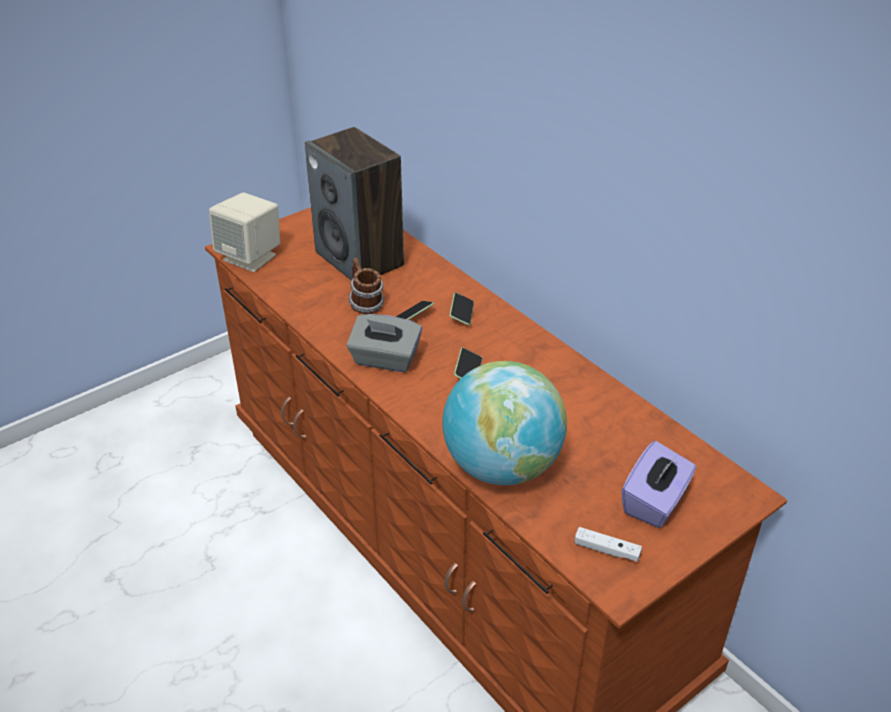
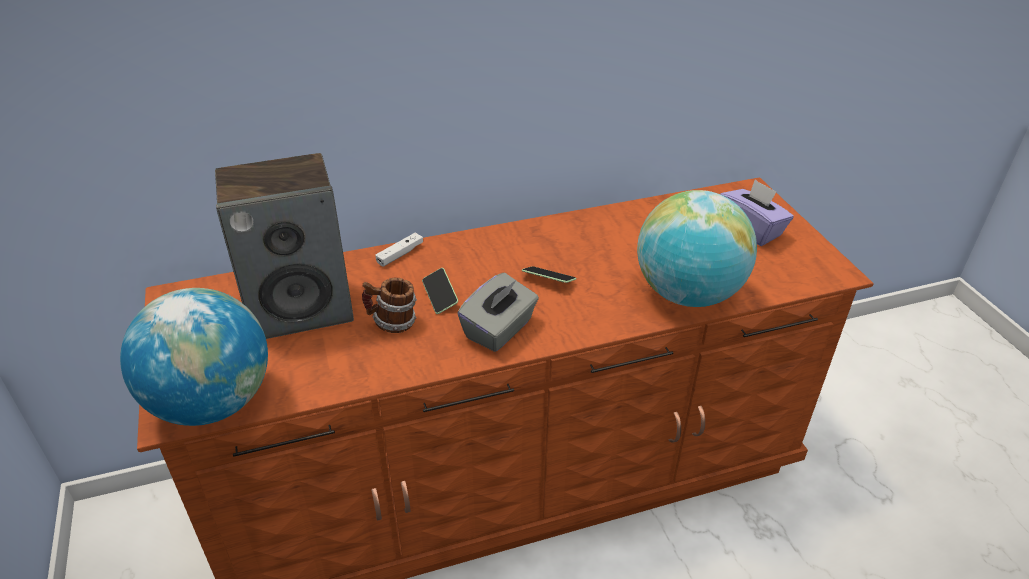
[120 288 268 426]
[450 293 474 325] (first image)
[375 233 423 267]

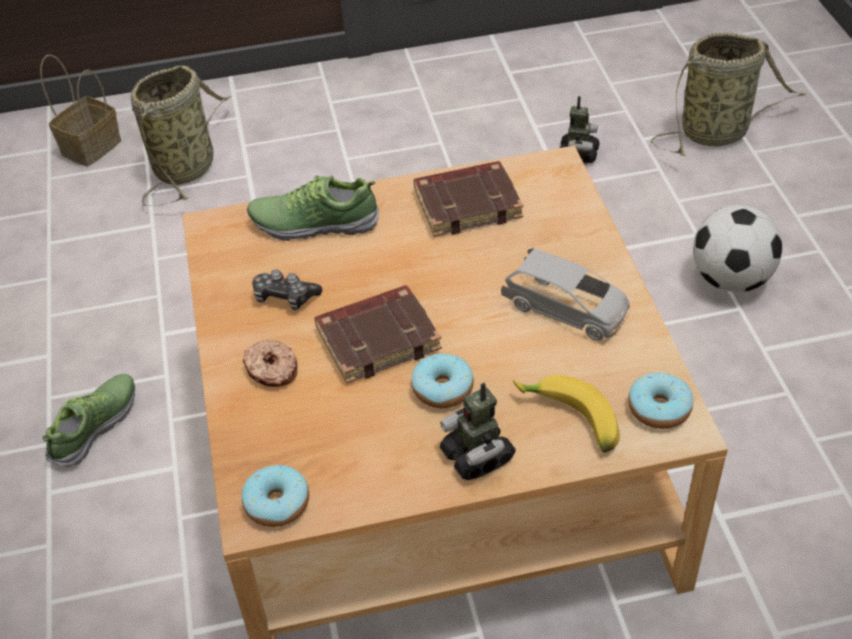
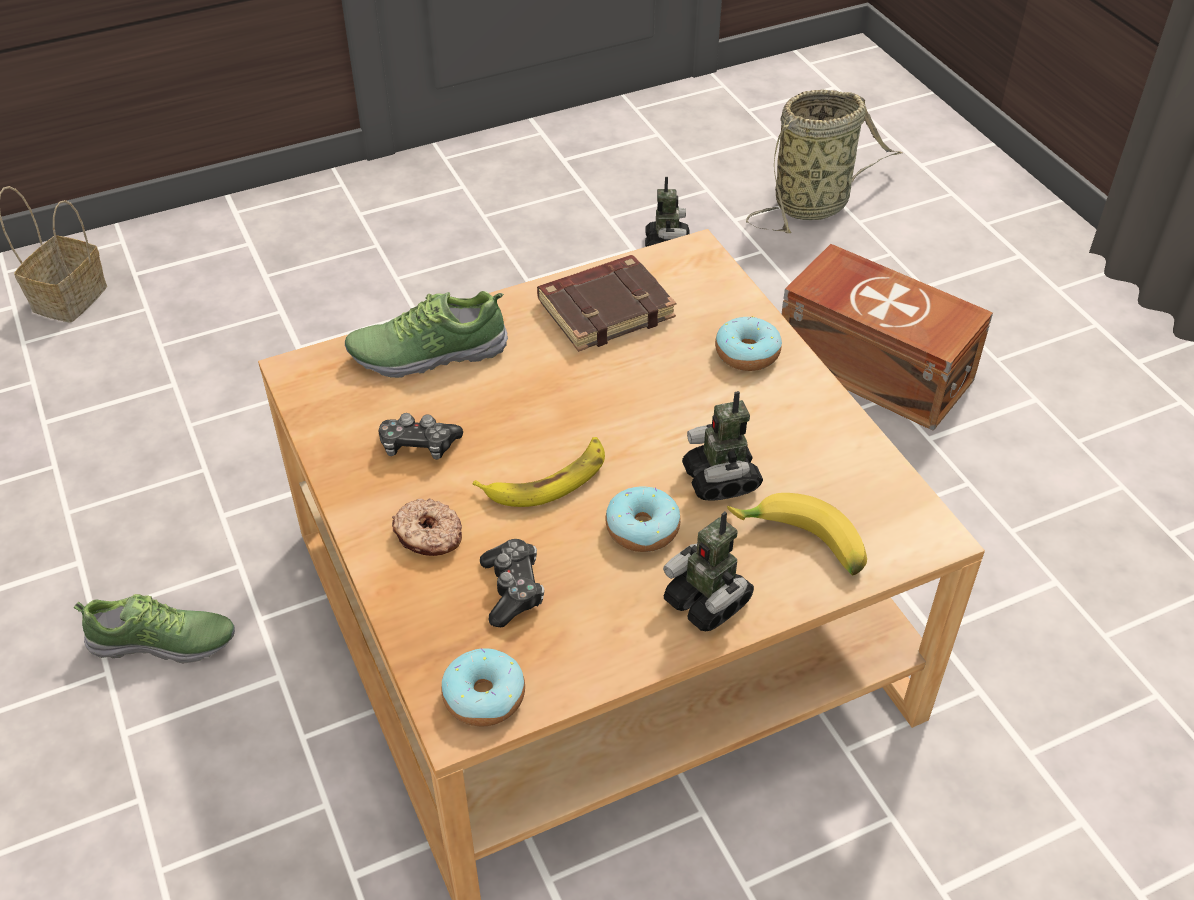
[131 65 232 206] (first image)
[782 244 993 431]
[501 248 630 341] (first image)
[473 437 605 507]
[715 316 782 371]
[73 594 235 663]
[682 391 763 501]
[480 539 544 627]

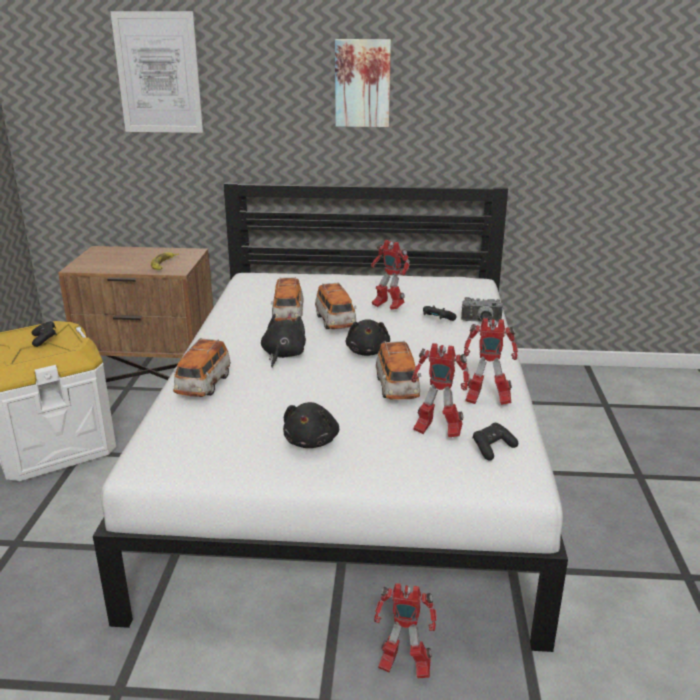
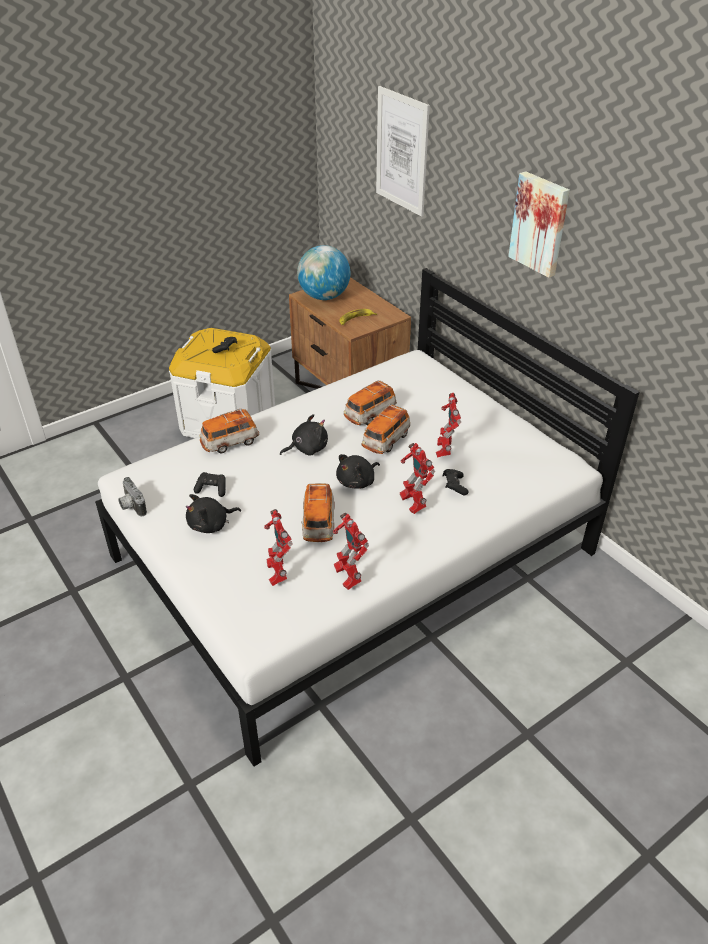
[118 477 147 516]
[301 484 335 542]
[194 472 226 497]
[400 443 435 514]
[297 245 350 300]

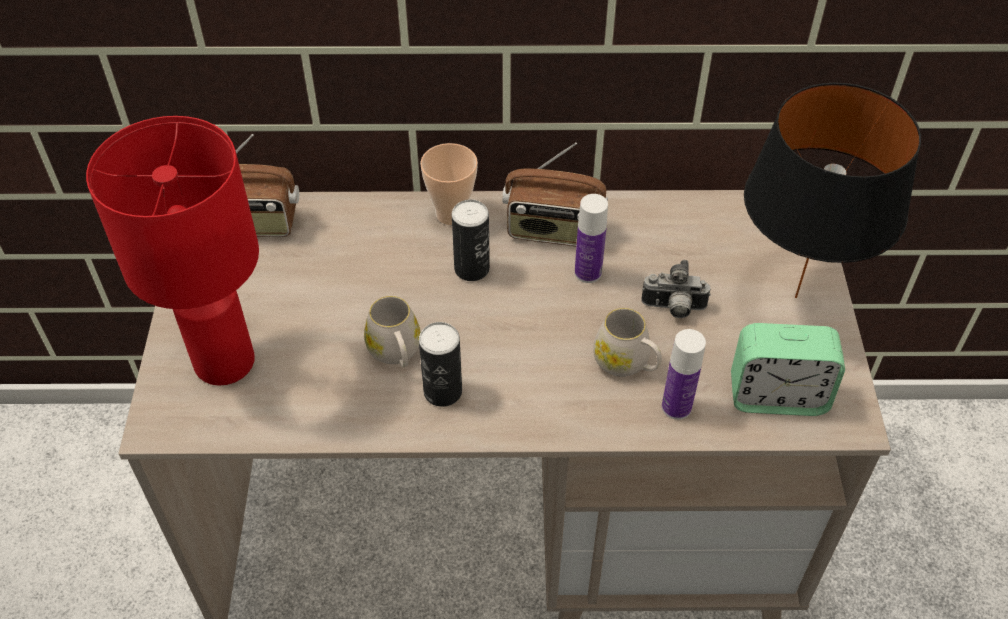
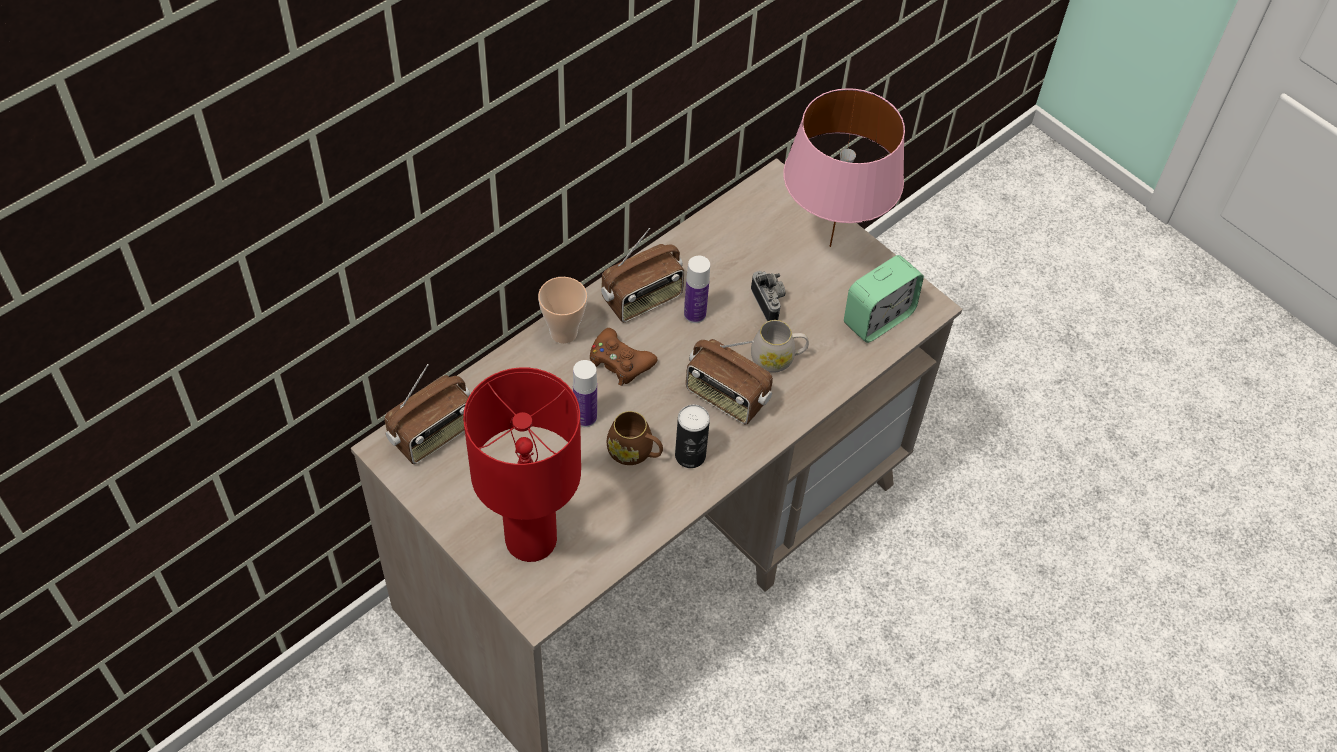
[783 88 905 247]
[590 328 658 386]
[751 271 785 321]
[607 411 663 465]
[573 360 597 427]
[686 339 773 424]

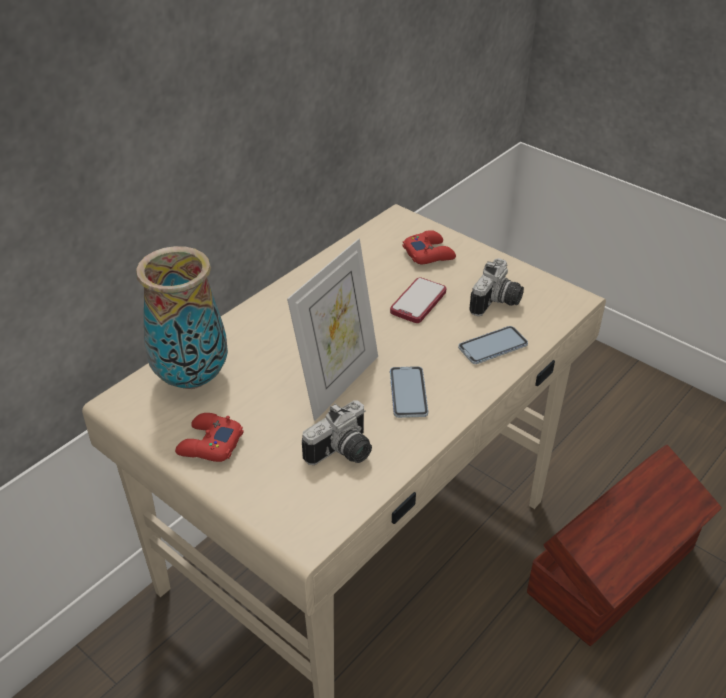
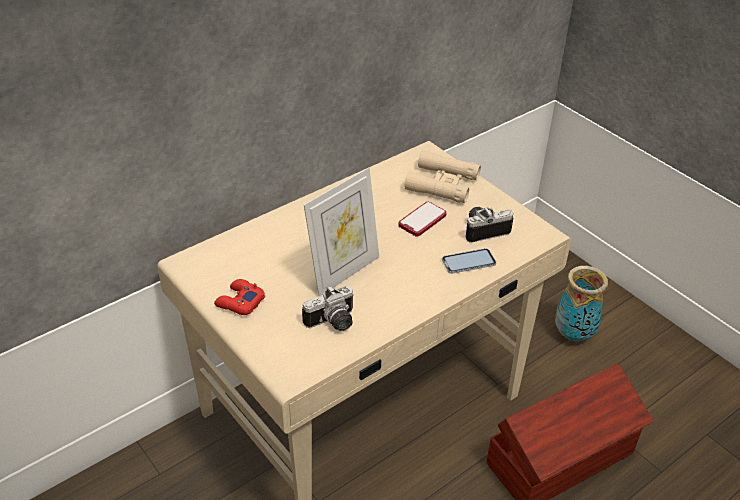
[404 150 481 203]
[555 266 608 341]
[466 207 513 243]
[390 366 428 418] (first image)

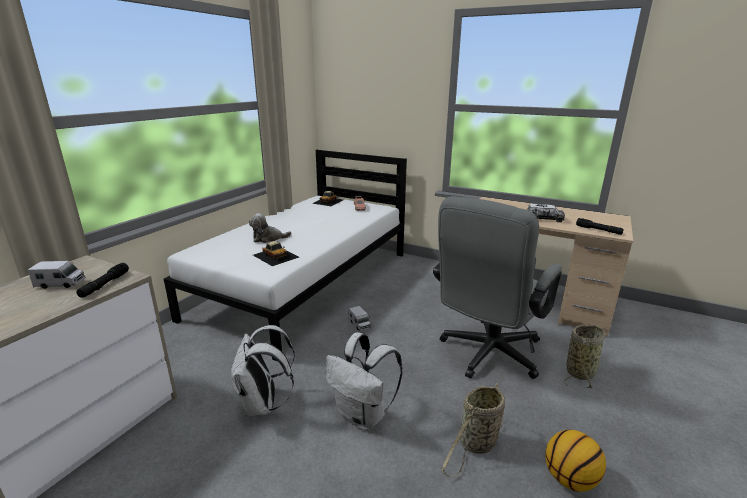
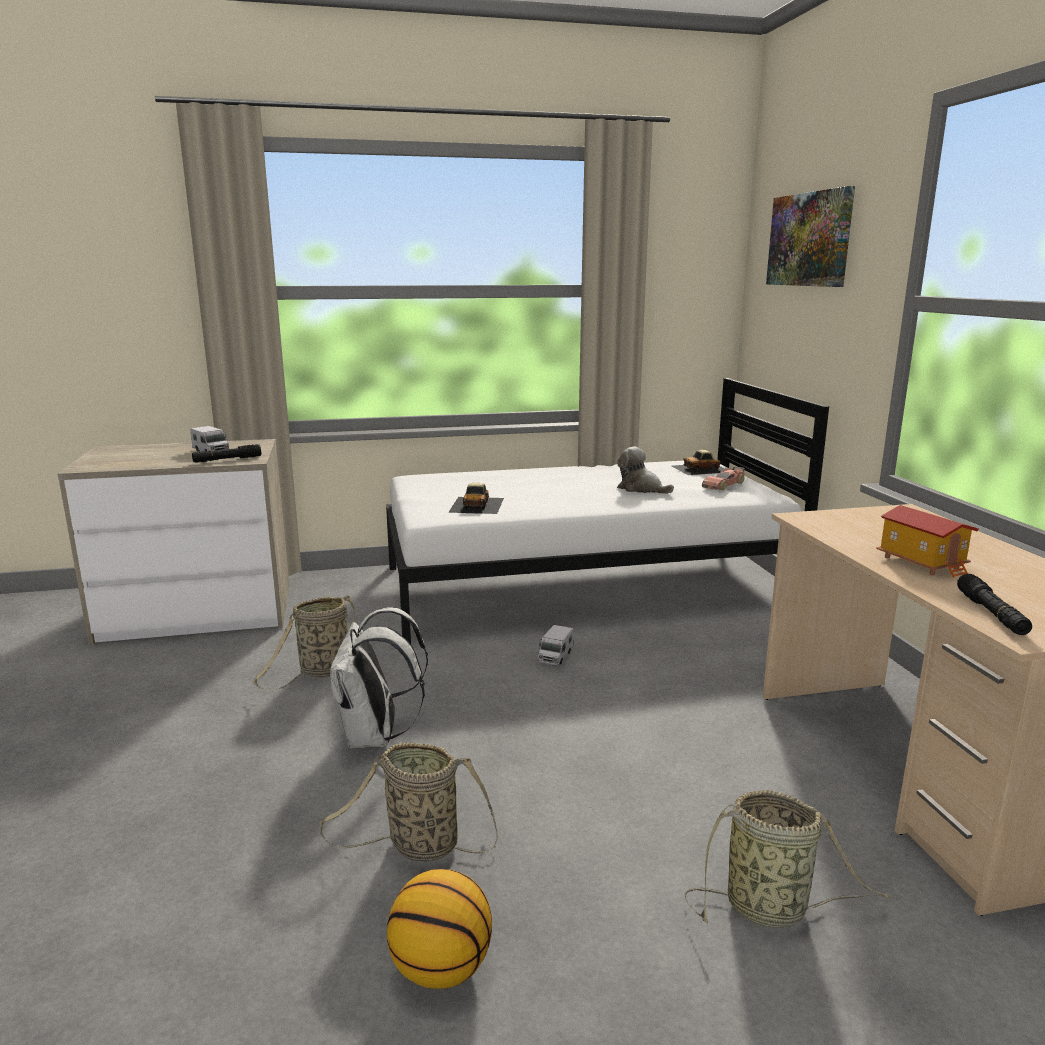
[433 196 562 379] (first image)
[876 505 979 578]
[617 447 674 494]
[253 595 355 691]
[766 186 855 287]

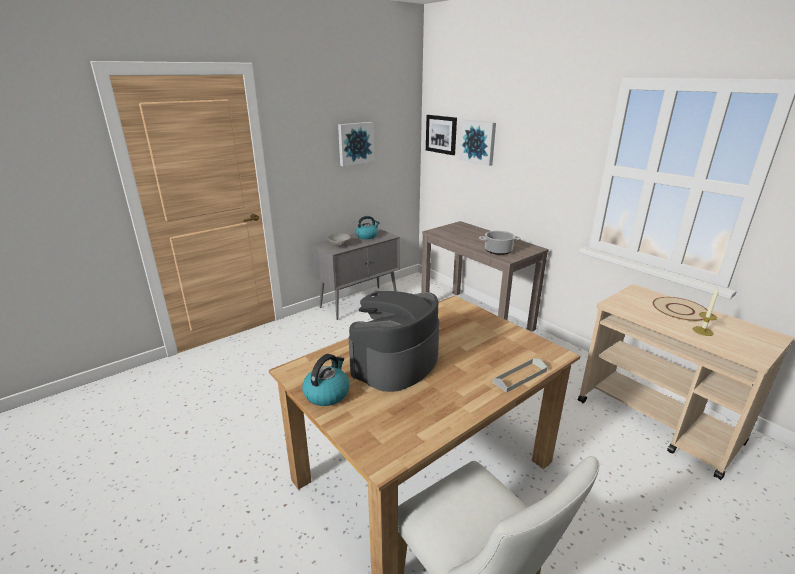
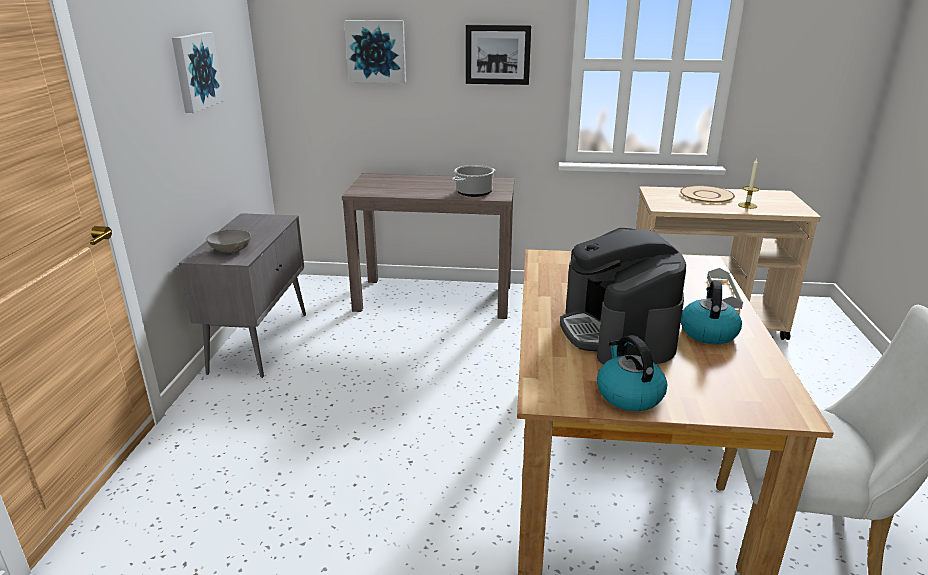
[466 25 531 85]
[681 281 742 344]

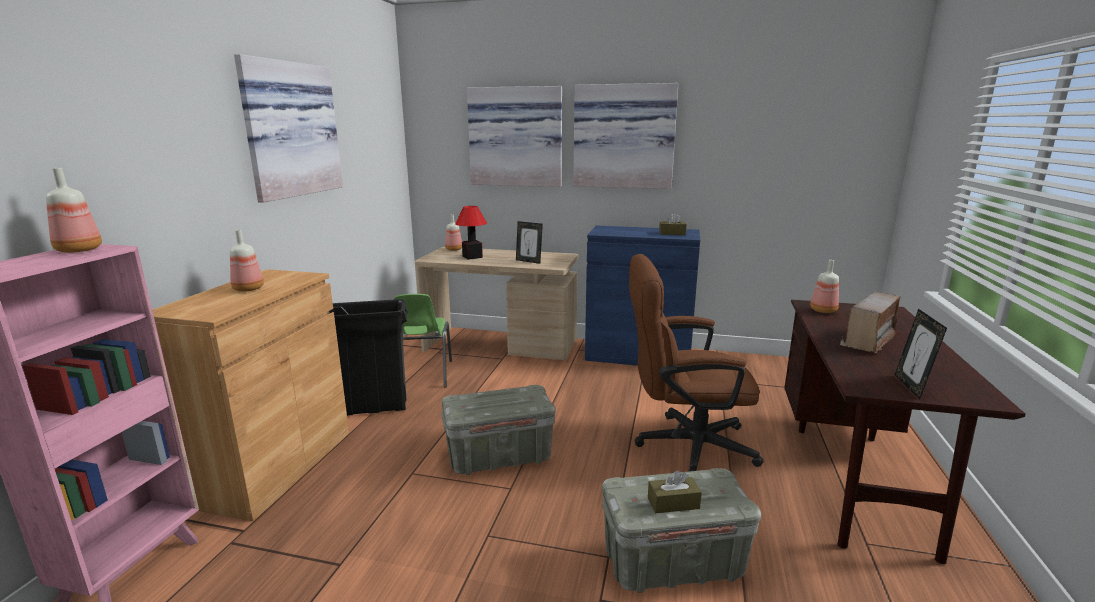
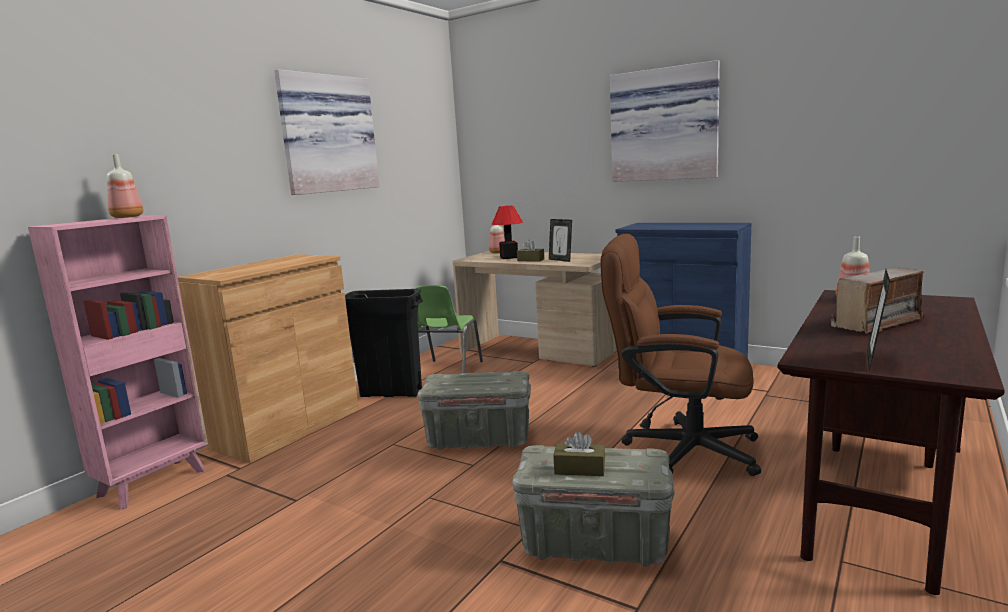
[467 86 562 187] (first image)
[517 240 544 262]
[230 230 264 292] (first image)

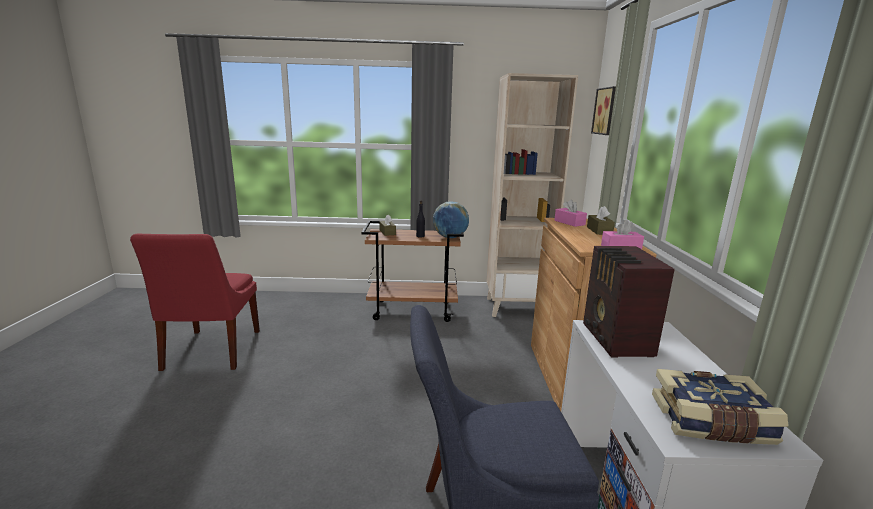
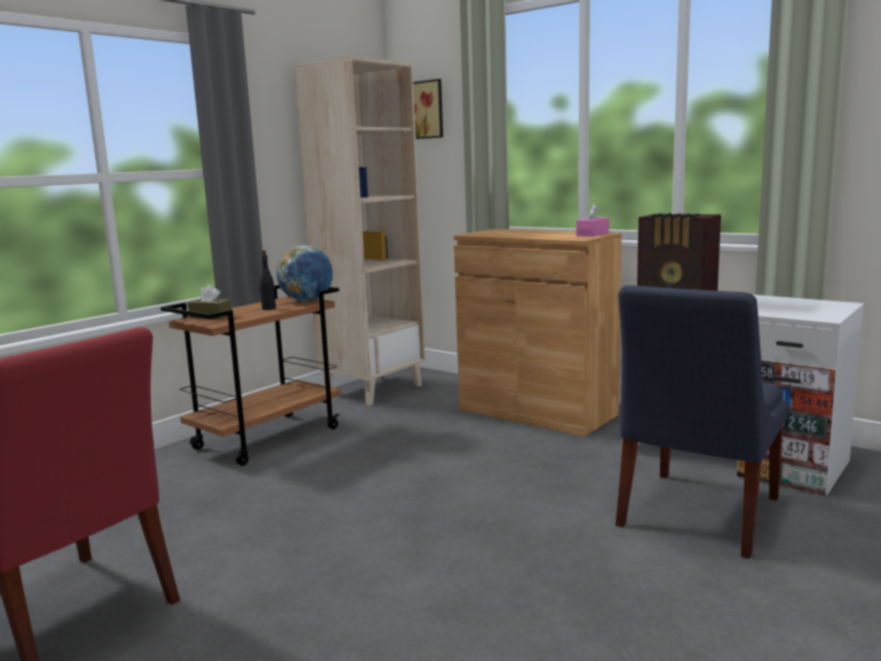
[554 199 587 227] (first image)
[587 206 615 235] (first image)
[652 369 788 445] (first image)

